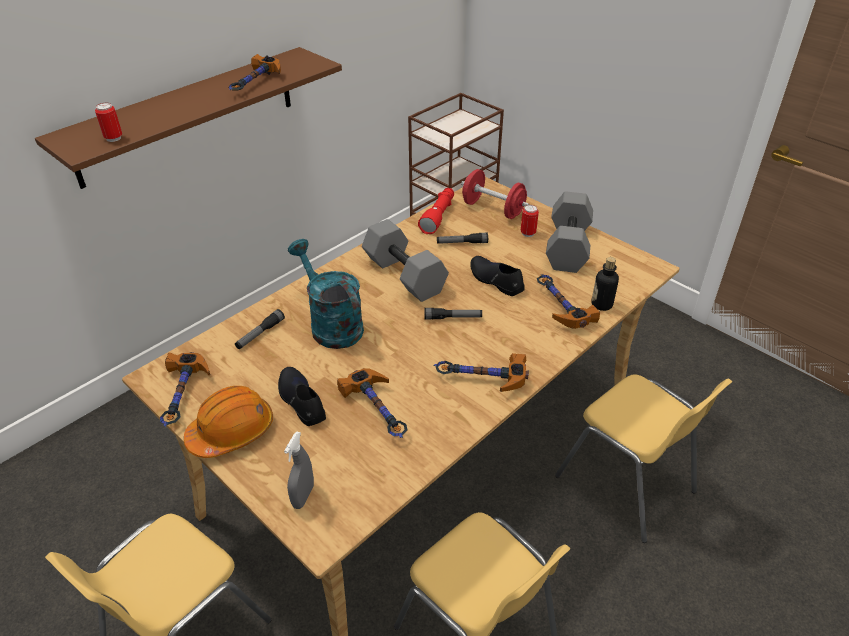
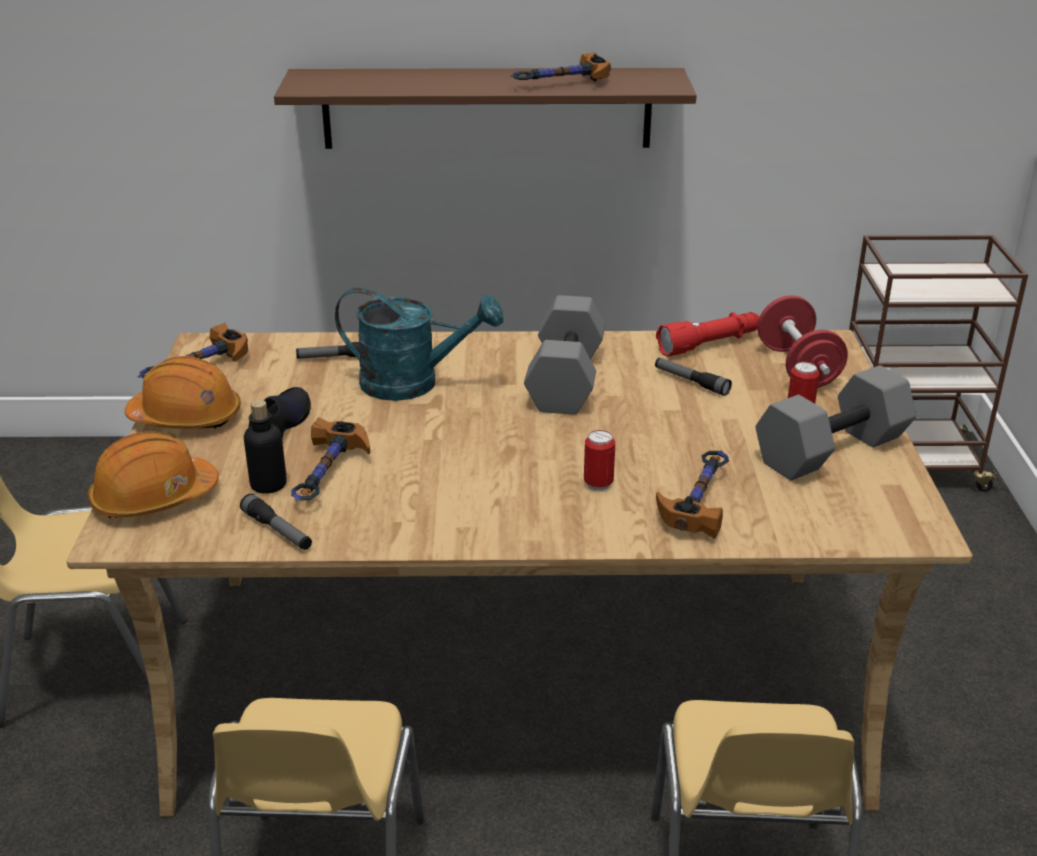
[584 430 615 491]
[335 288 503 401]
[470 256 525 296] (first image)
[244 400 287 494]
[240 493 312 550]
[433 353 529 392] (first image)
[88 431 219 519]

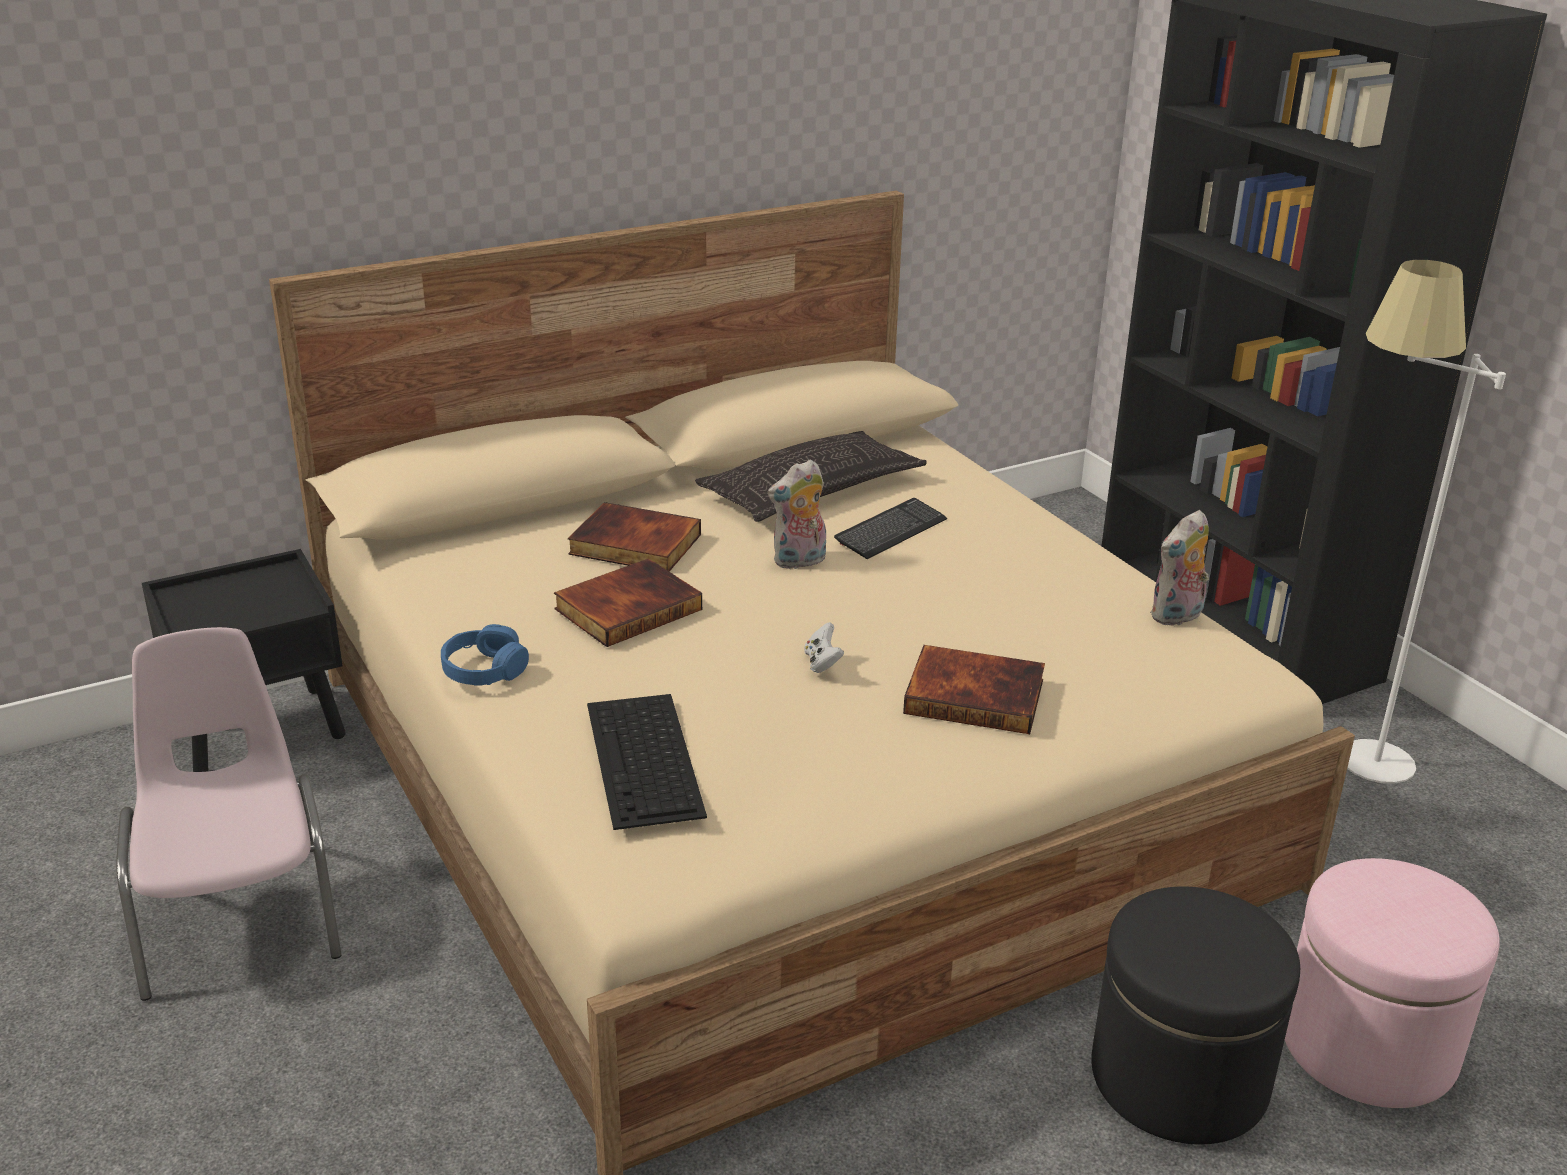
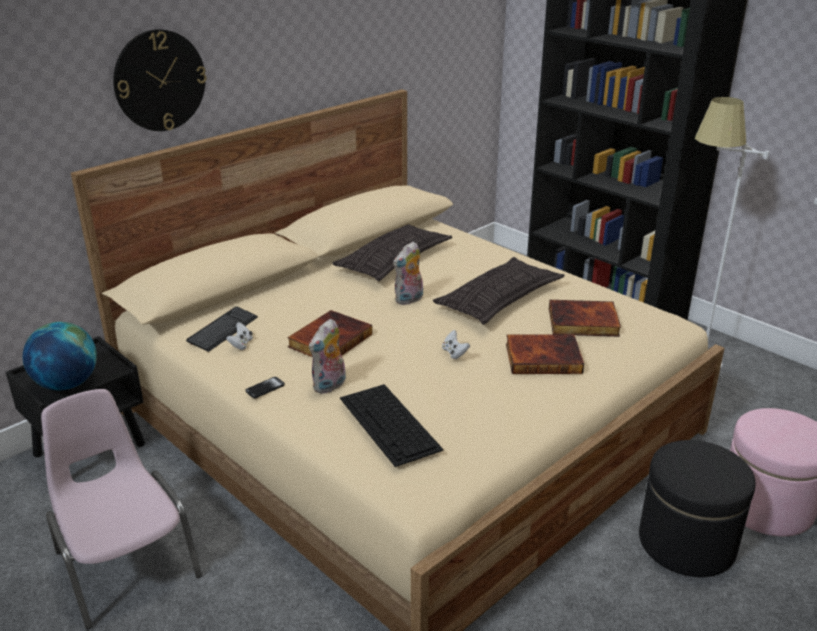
[186 306 258 352]
[549 300 621 337]
[309 319 346 394]
[246 377 285 398]
[113 29 207 131]
[433 257 564 325]
[23 322 97 390]
[226 322 253 350]

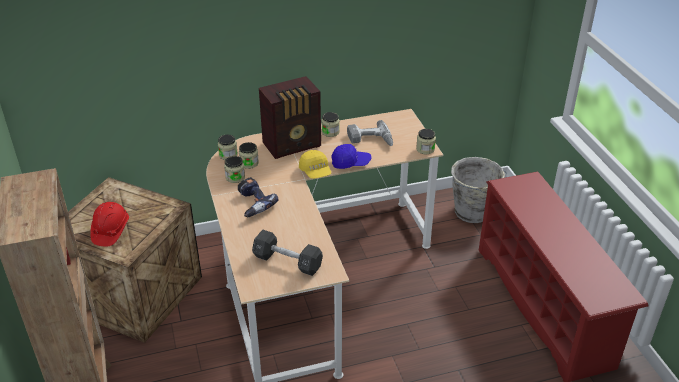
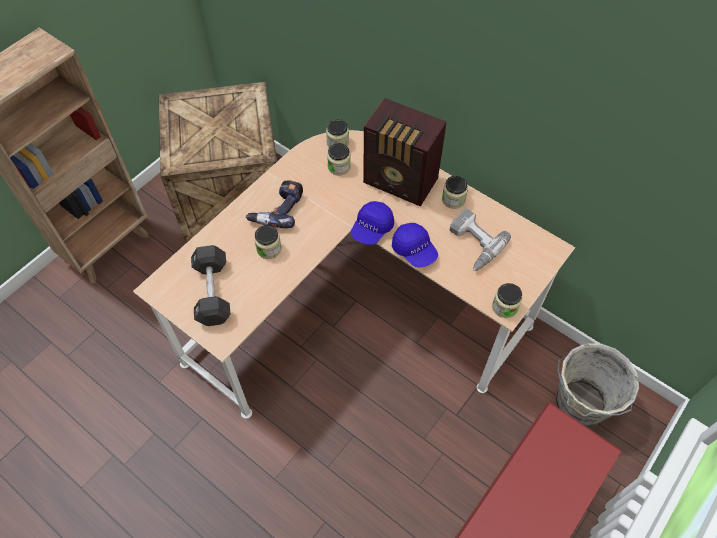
[350 201 394 245]
[254 225 281 259]
[90 202 129 247] (first image)

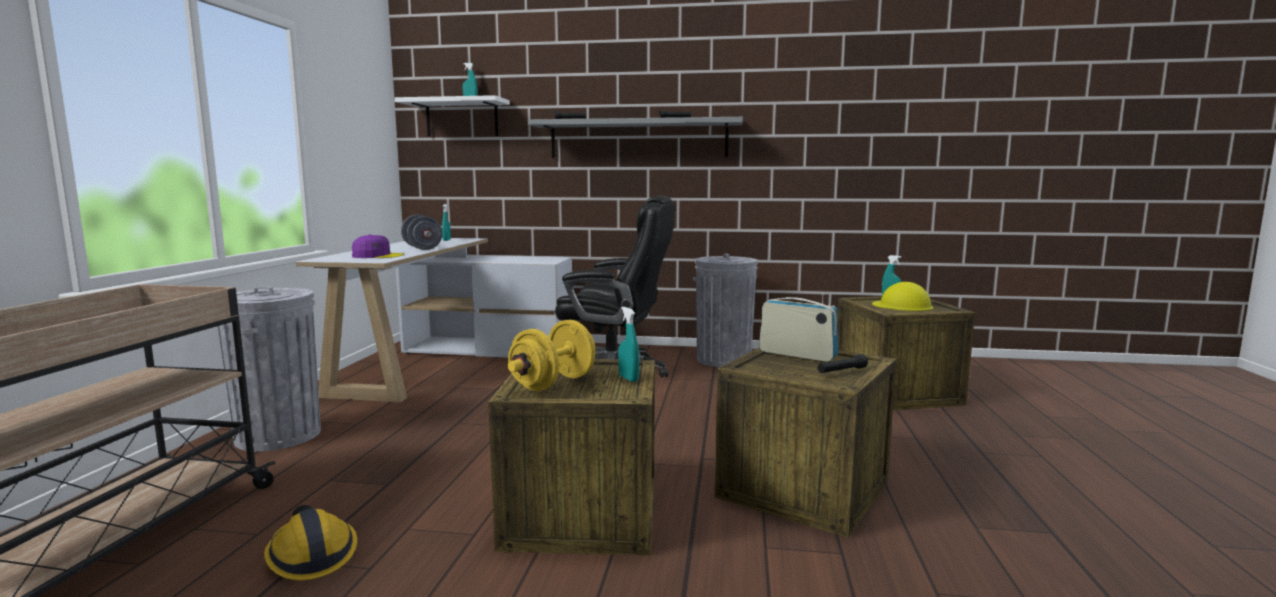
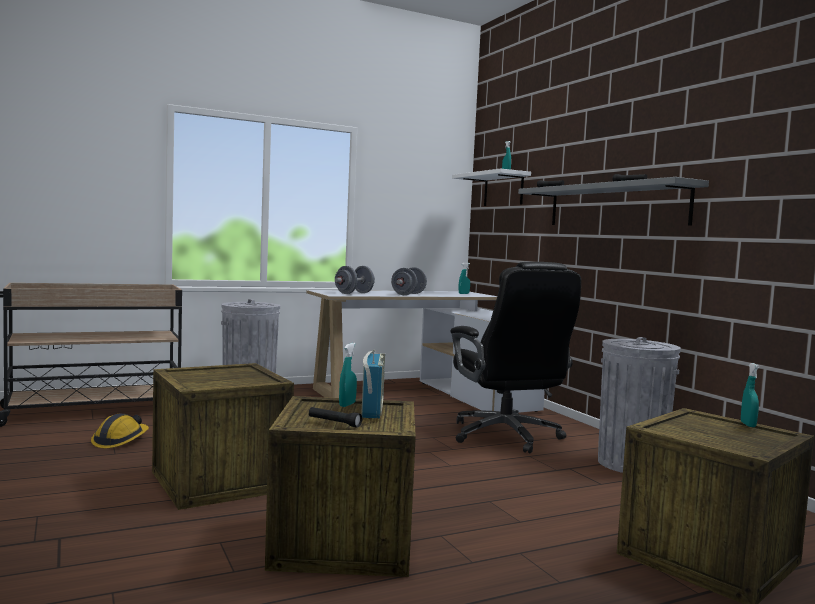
[335 266 375 294]
[872 282 933 311] (first image)
[339 343 357 407]
[508 320 596 391] (first image)

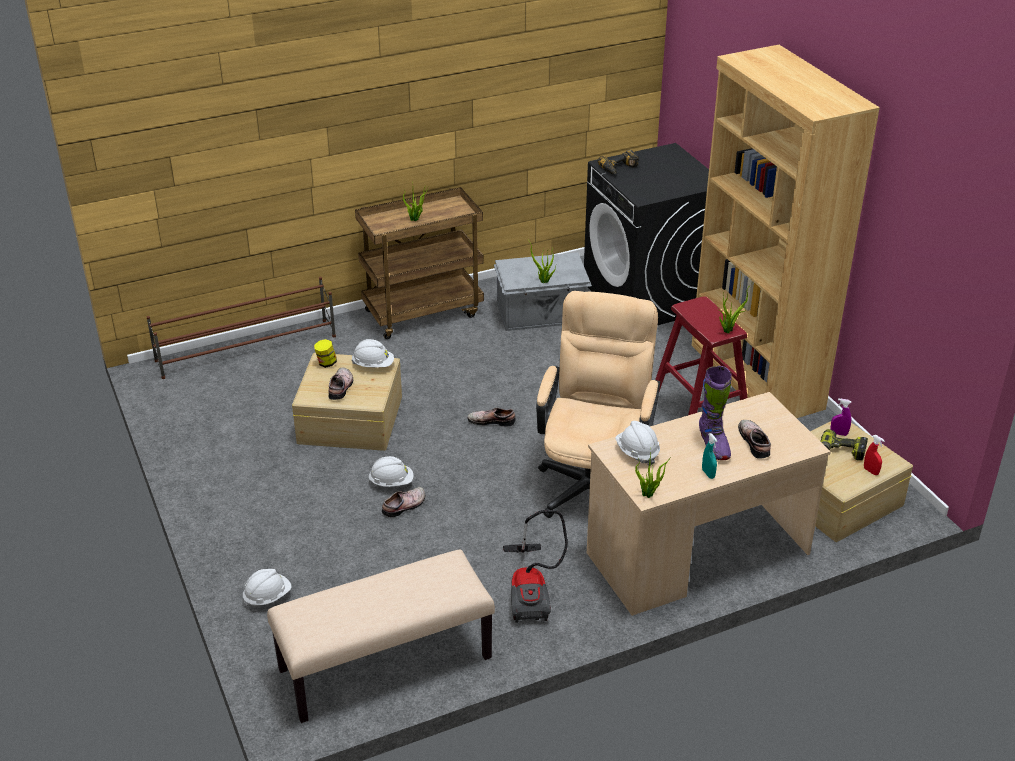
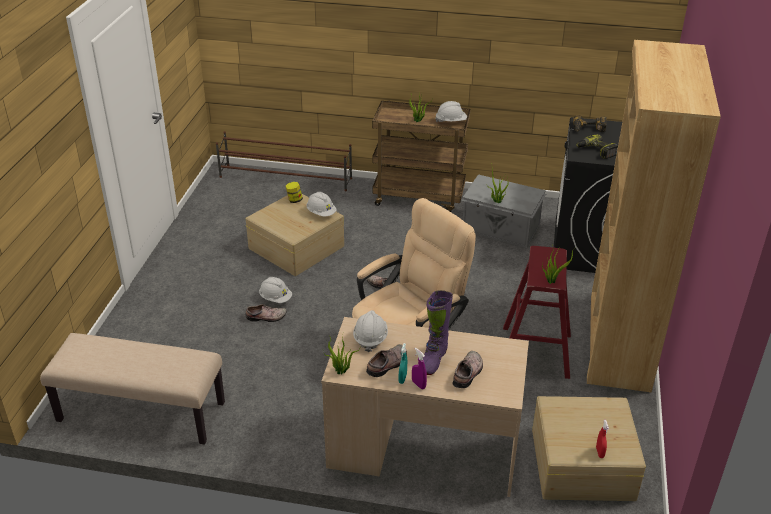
[366 344 407 377]
[412 348 427 389]
[576 134 618 159]
[503 510 568 623] (first image)
[435 101 467 122]

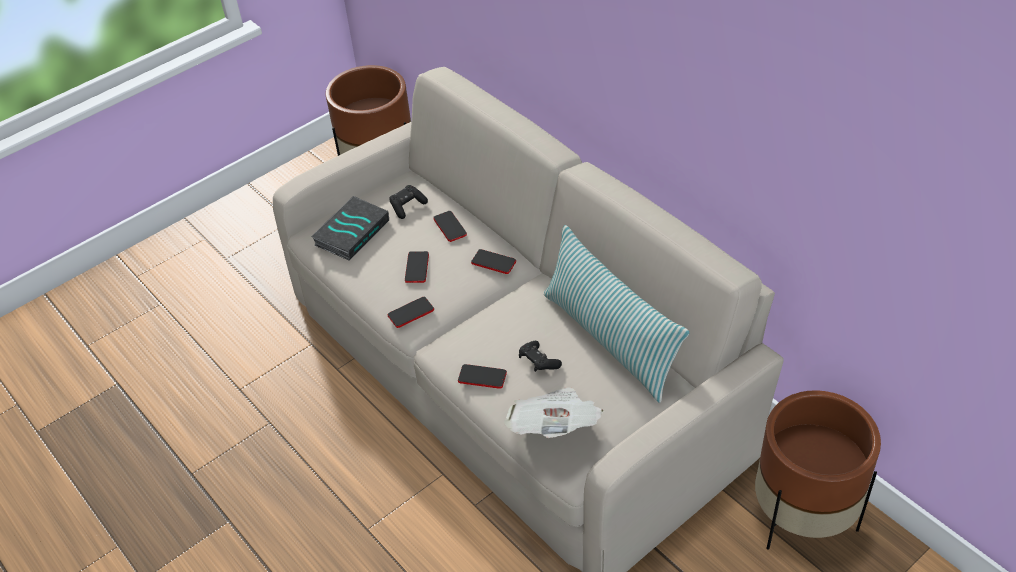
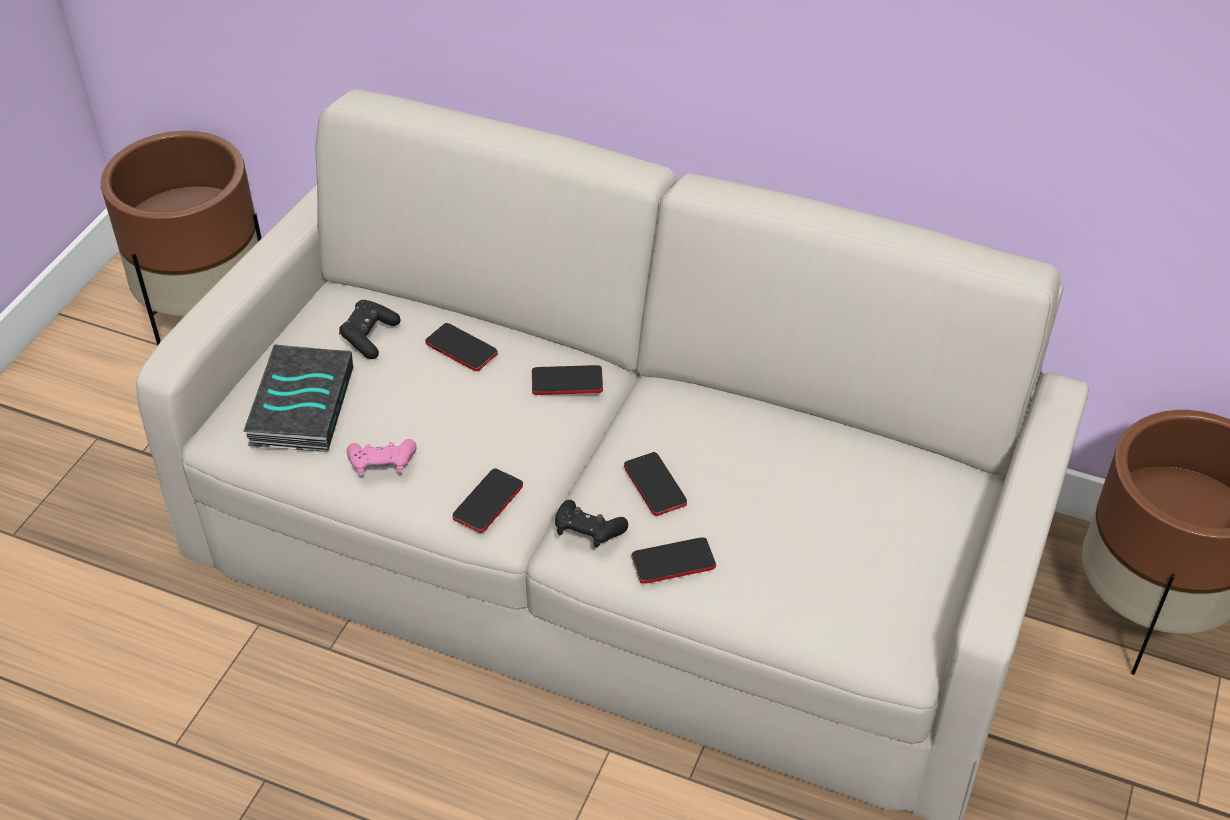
[544 225 689 403] (first image)
[624 452 687 516]
[555 500 628 548]
[504 387 604 438] (first image)
[347 439 417 476]

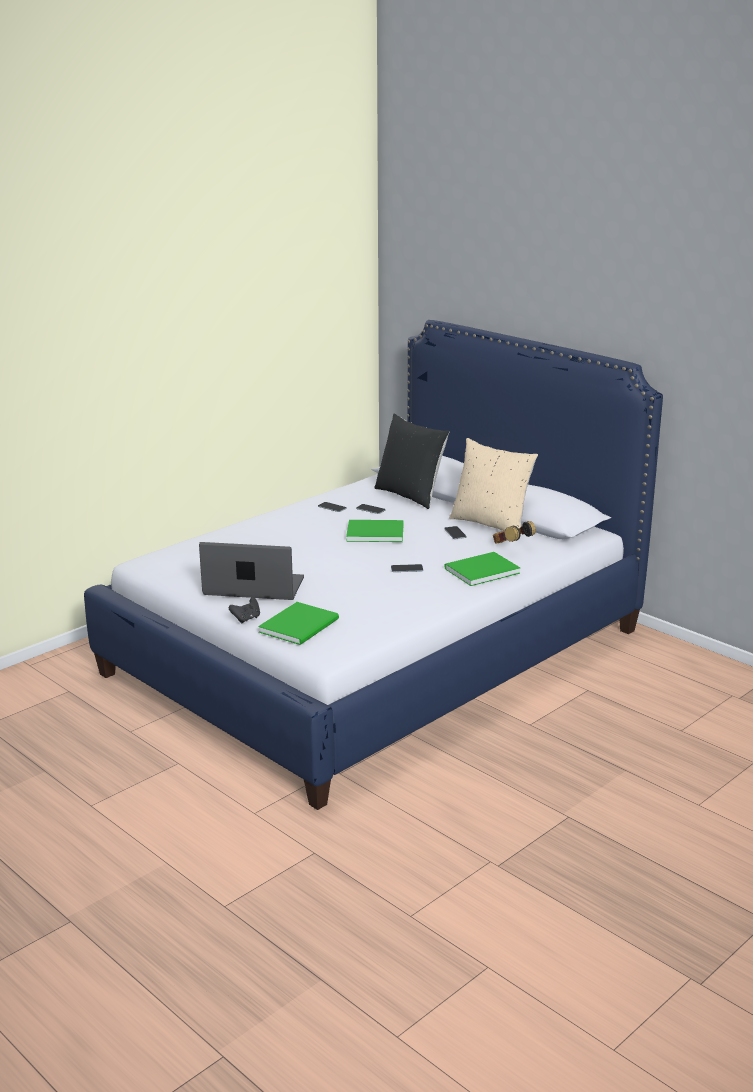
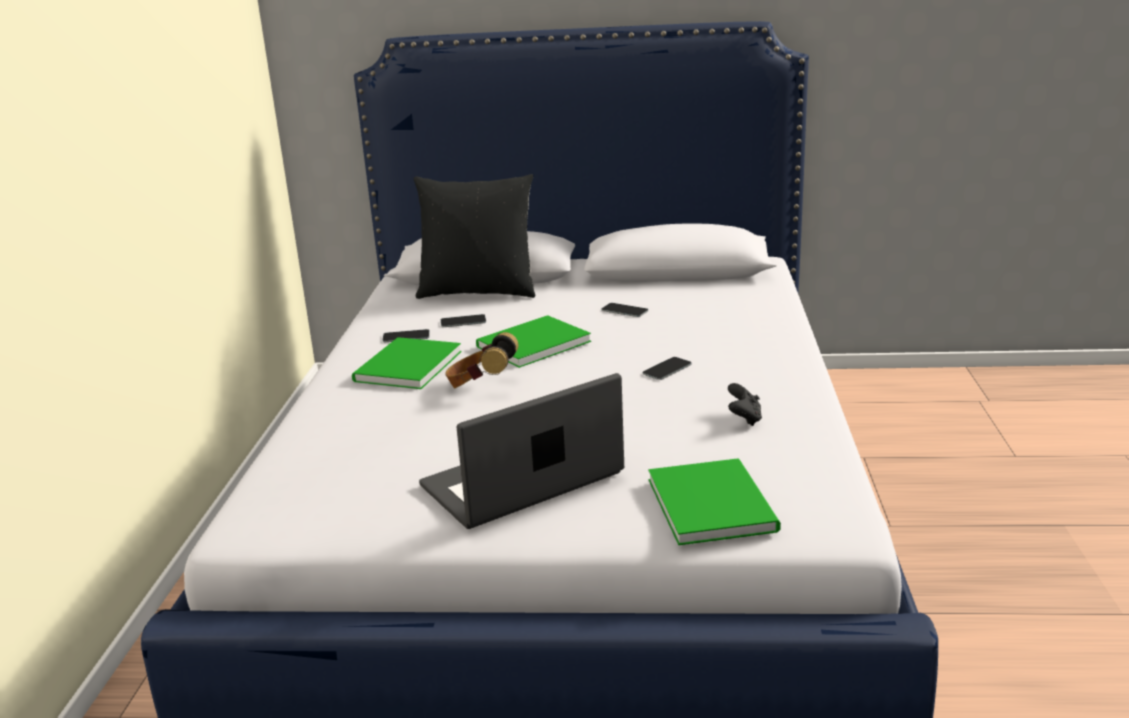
[449 438 538 531] (first image)
[445 332 519 388]
[352 337 461 389]
[728 383 762 426]

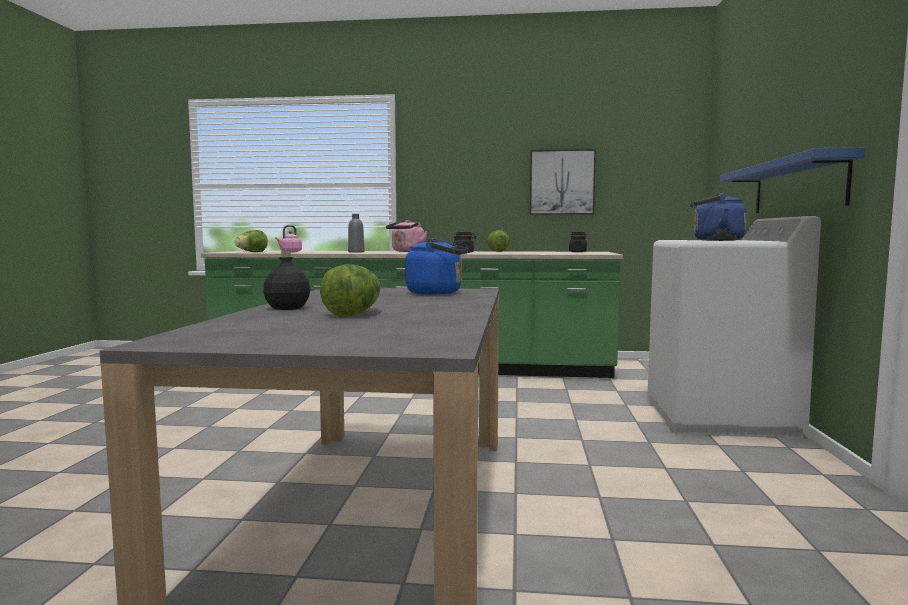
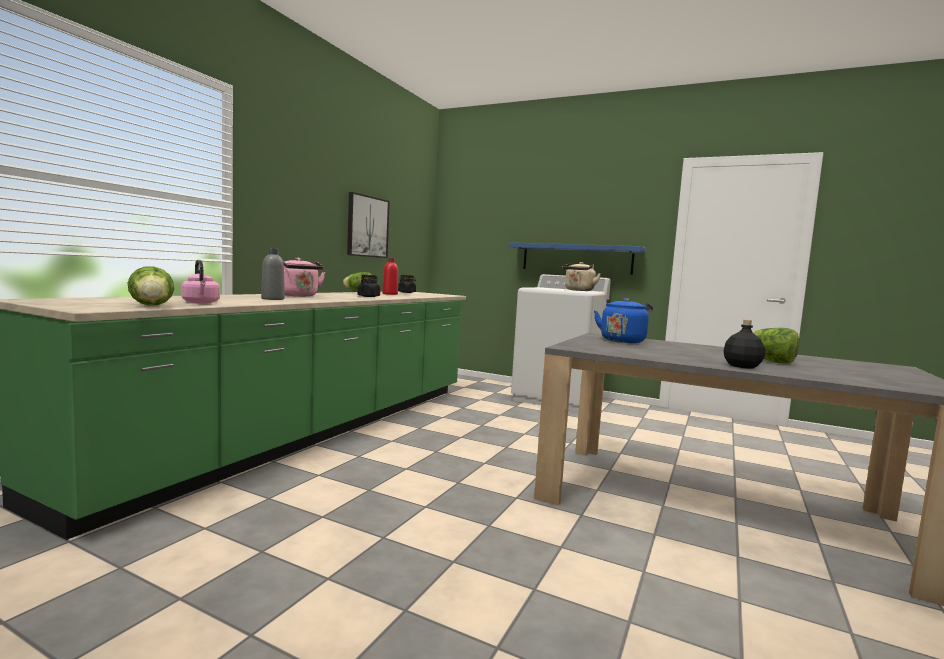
[562 262 601 291]
[382 258 398 295]

